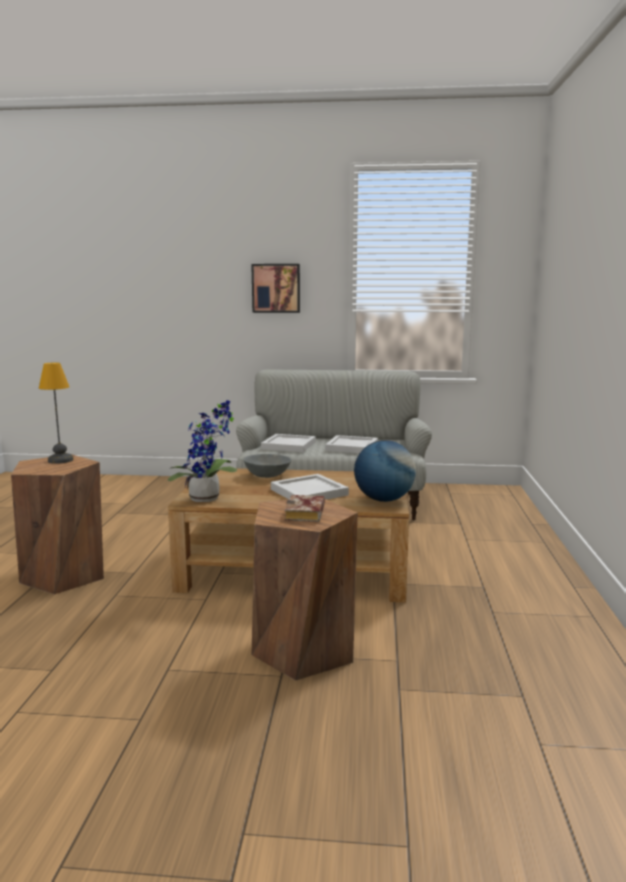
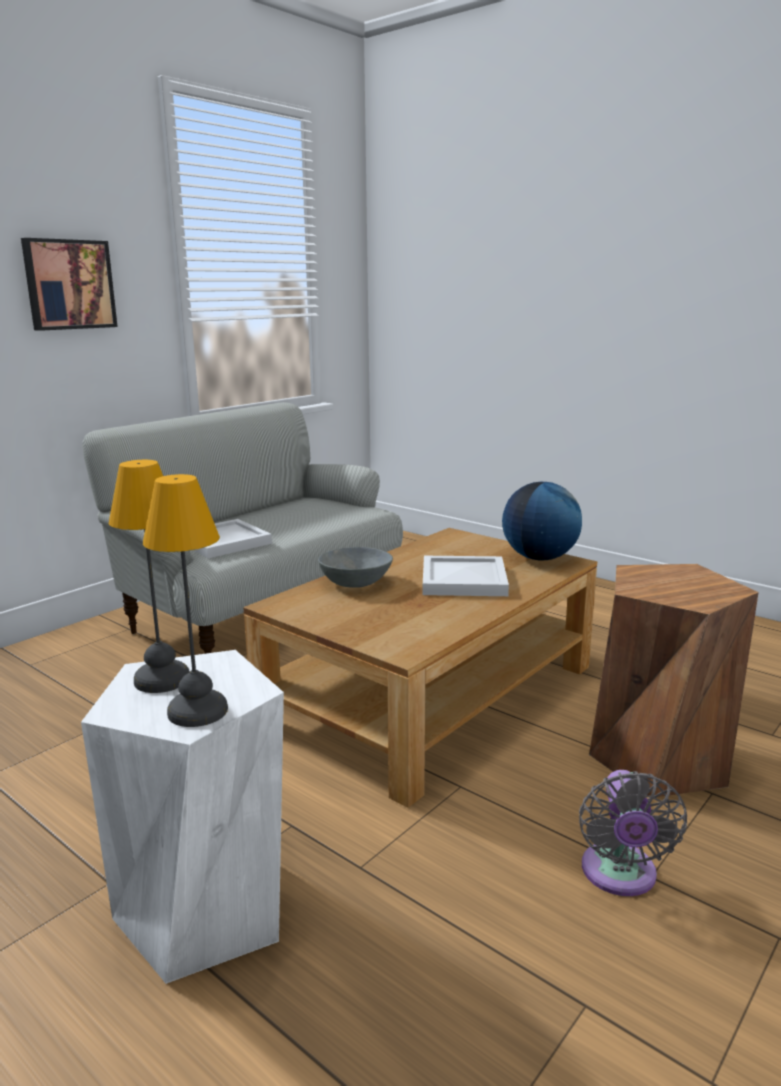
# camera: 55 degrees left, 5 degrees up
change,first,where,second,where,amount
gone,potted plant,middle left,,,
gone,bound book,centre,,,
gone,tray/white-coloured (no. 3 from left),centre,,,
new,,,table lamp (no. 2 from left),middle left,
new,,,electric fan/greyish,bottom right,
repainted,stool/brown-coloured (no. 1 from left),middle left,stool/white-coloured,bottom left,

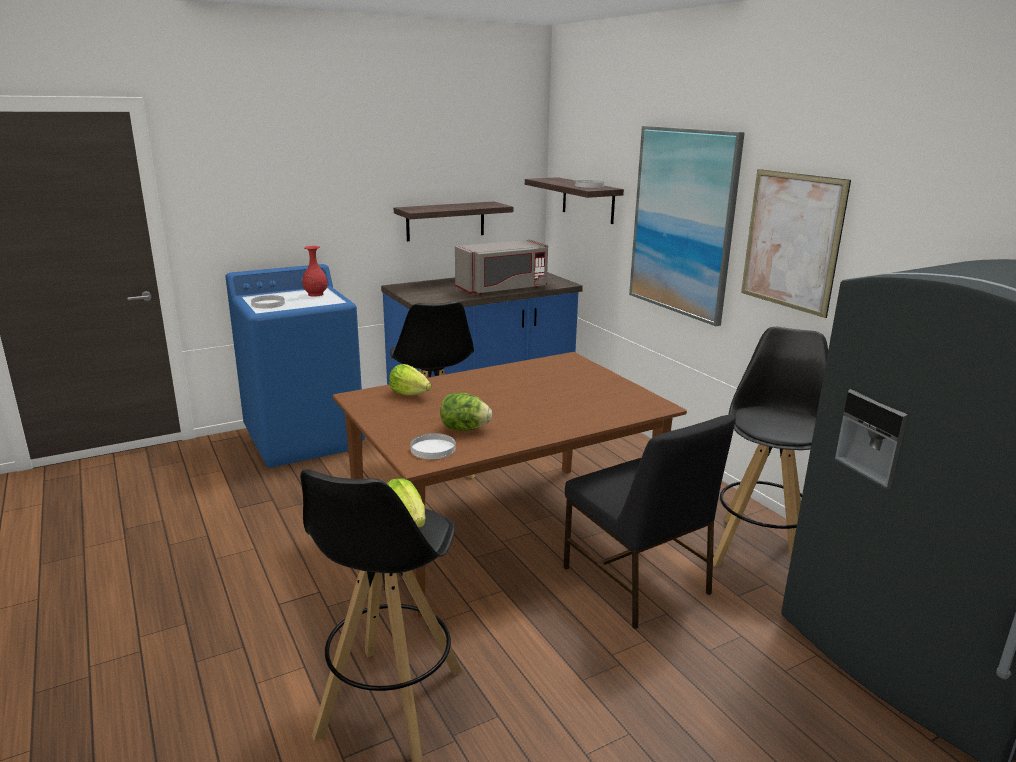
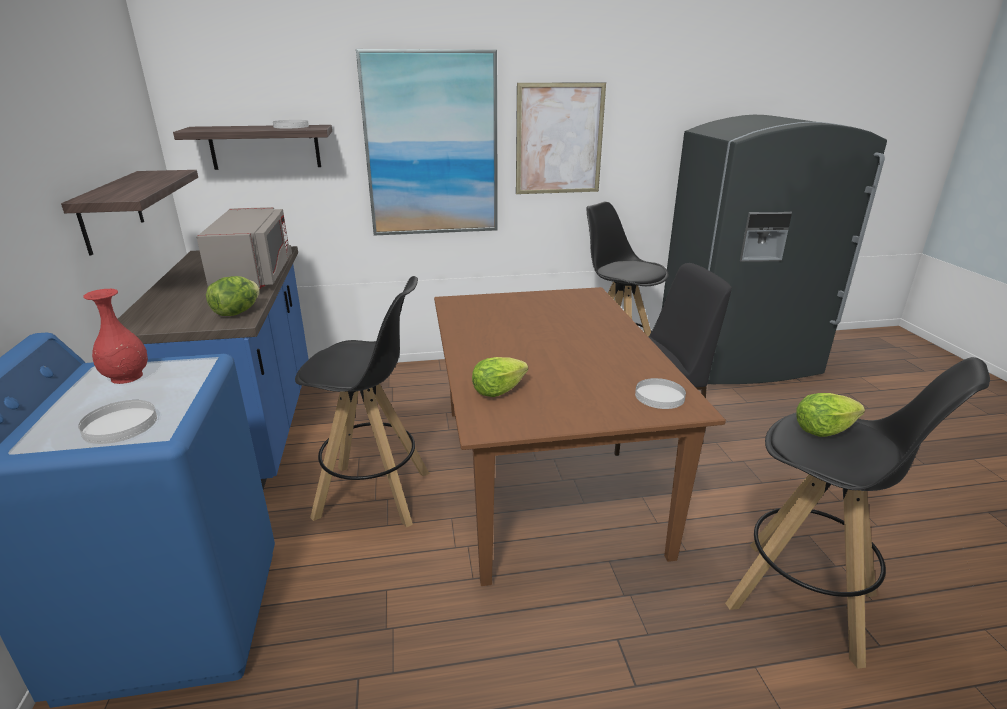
# camera: 70 degrees left, 5 degrees up
change,first,where,second,where,amount
shifted,lettuce head (no. 3 from left in the first image),centre,lettuce head (no. 1 from left),middle left,

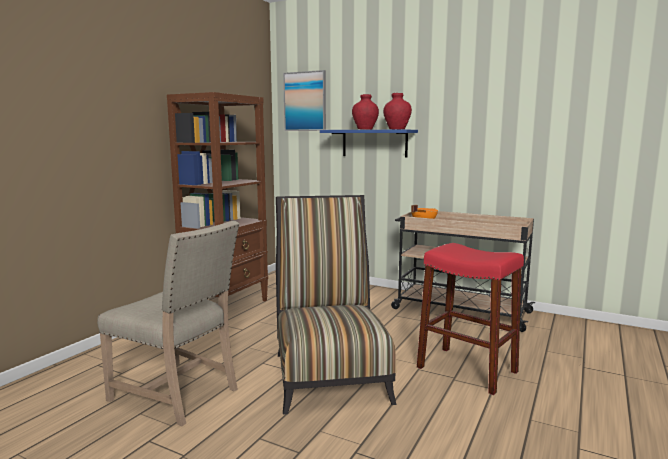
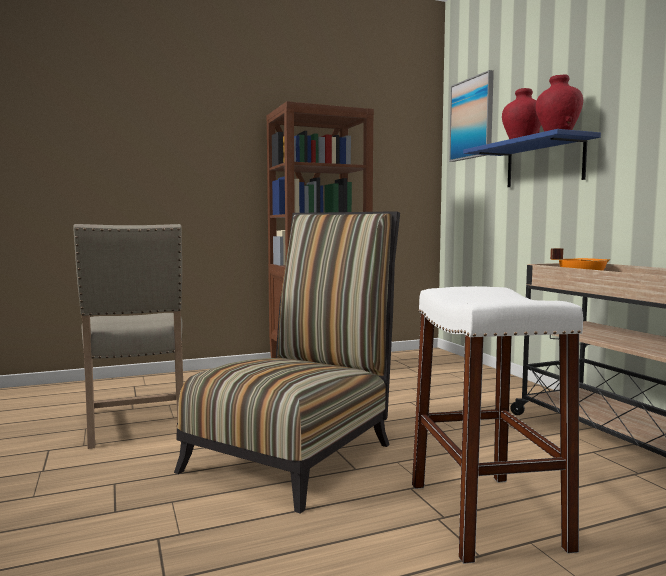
# camera: 40 degrees right, 5 degrees down
change,first,where,second,where,amount
repainted,stool/red,bottom right,stool/white-coloured,bottom right,

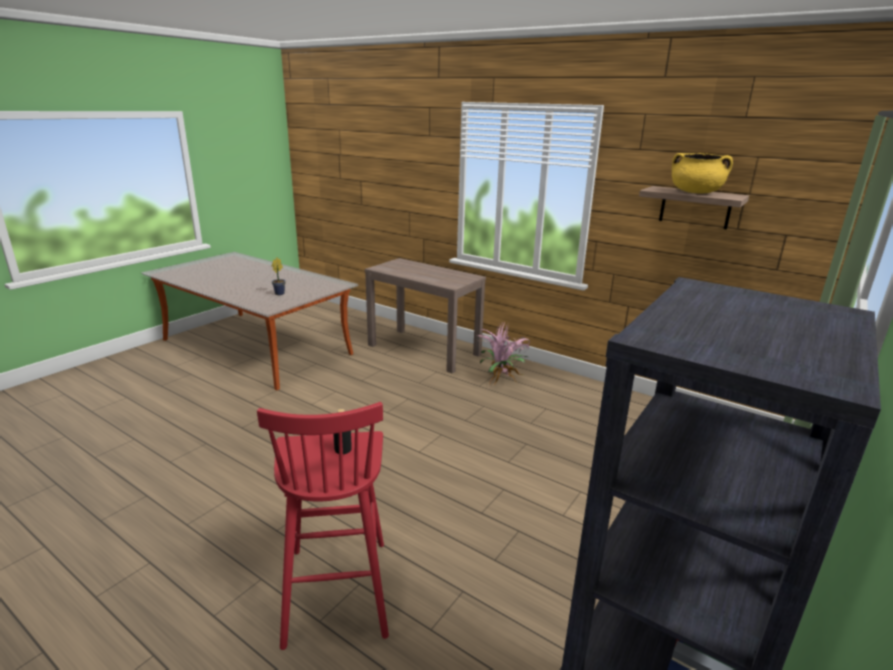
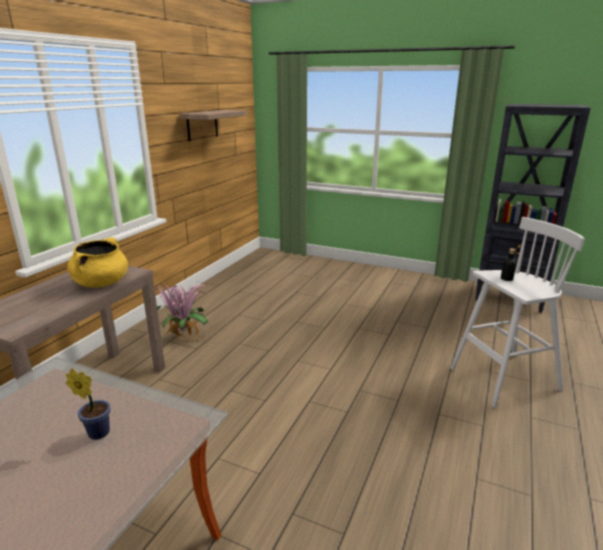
# camera: 100 degrees left, 0 degrees up
change,first,where,second,where,amount
shifted,stockpot/yellow,top right,,middle left,
repainted,stool/red,bottom centre,stool/white-coloured,middle right,

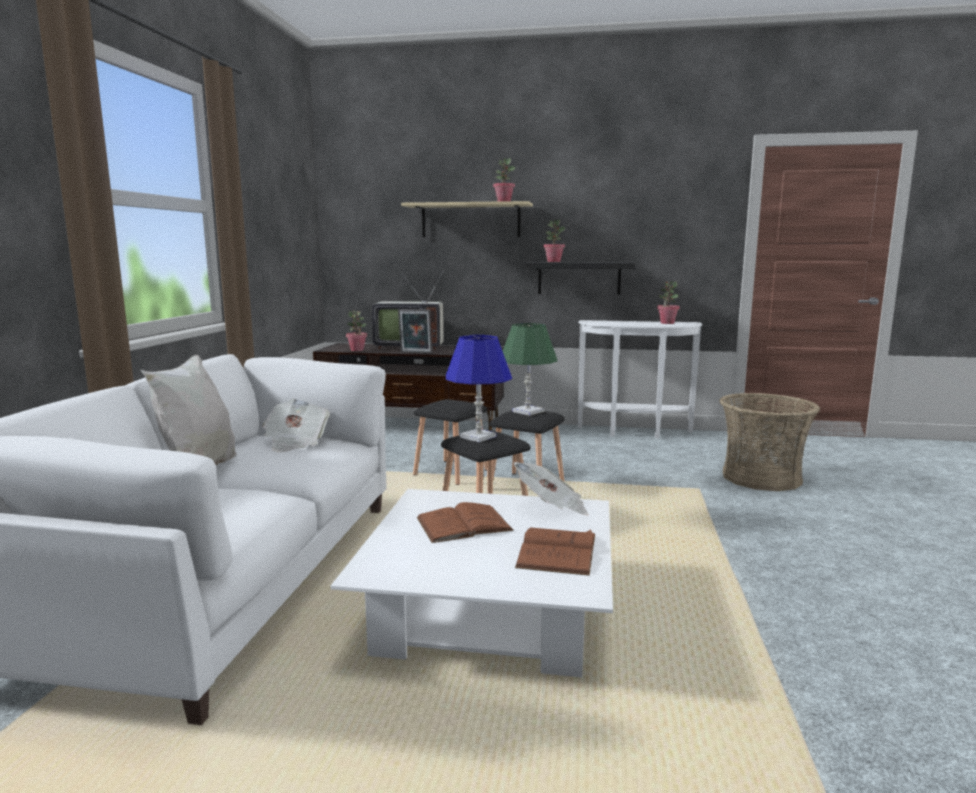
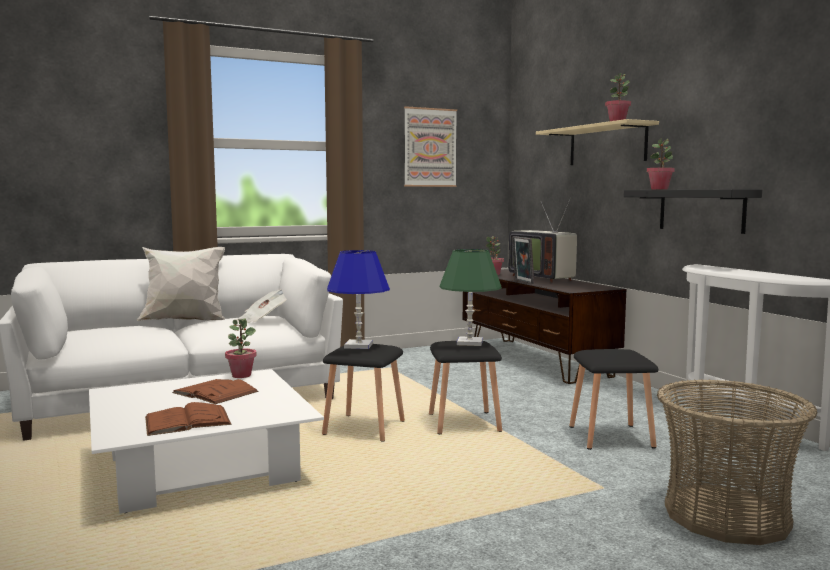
# camera: 55 degrees right, 5 degrees down
change,first,where,second,where,amount
gone,daily paper (no. 2 from left),centre,,,
new,,,picture,top centre,
shifted,stool/black (no. 1 from left in the first image),centre,stool/black (no. 3 from left),bottom right,
shifted,potted plant (no. 4 from left in the first image),middle right,potted plant (no. 1 from left),middle left,

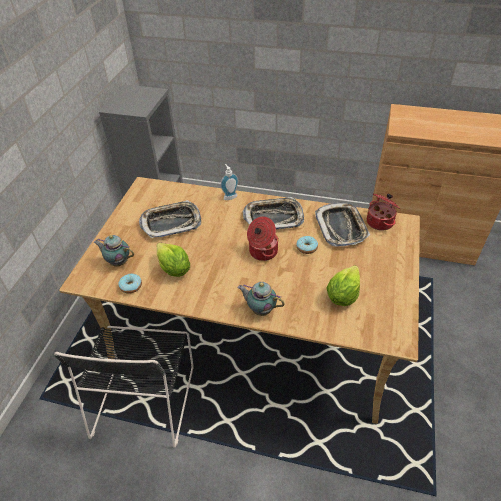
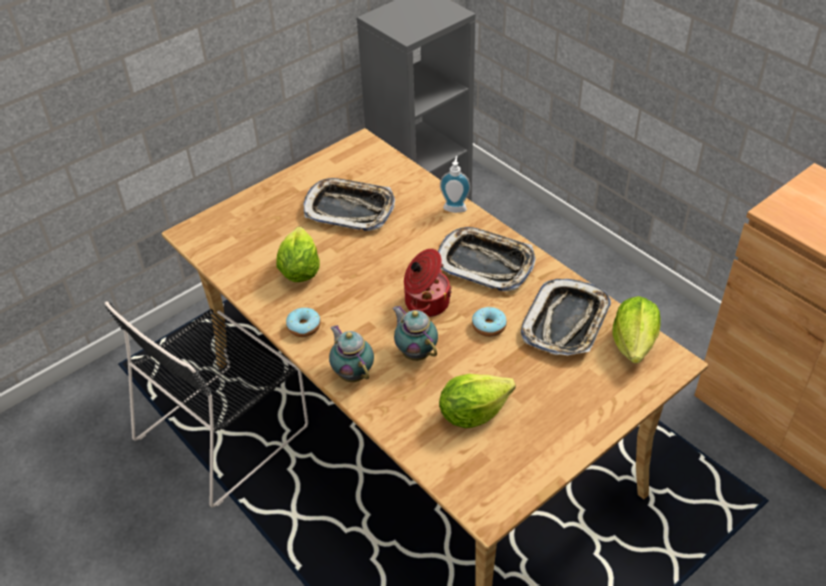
# camera: 35 degrees right, 0 degrees up
change,first,where,second,where,amount
shifted,teapot (no. 1 from left in the first image),middle left,teapot (no. 2 from left),centre,
shifted,ring doughnut (no. 1 from left),middle left,,centre,
swapped,stockpot (no. 2 from left),middle right,lettuce head (no. 3 from left),middle right,

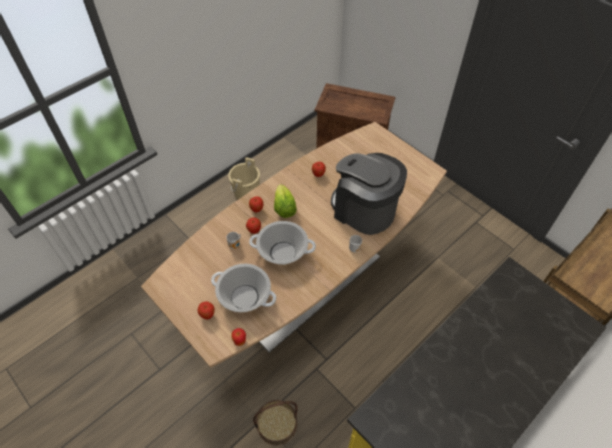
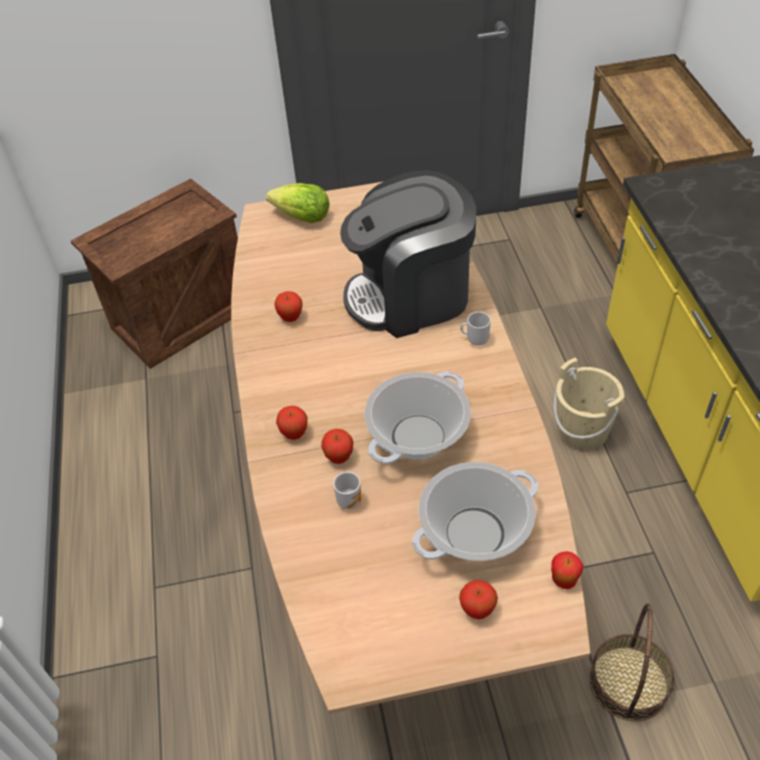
# camera: 55 degrees left, 5 degrees down
change,first,where,second,where,amount
shifted,bucket/beige-coloured,centre,,middle right,
shifted,lettuce head,centre,,top centre,

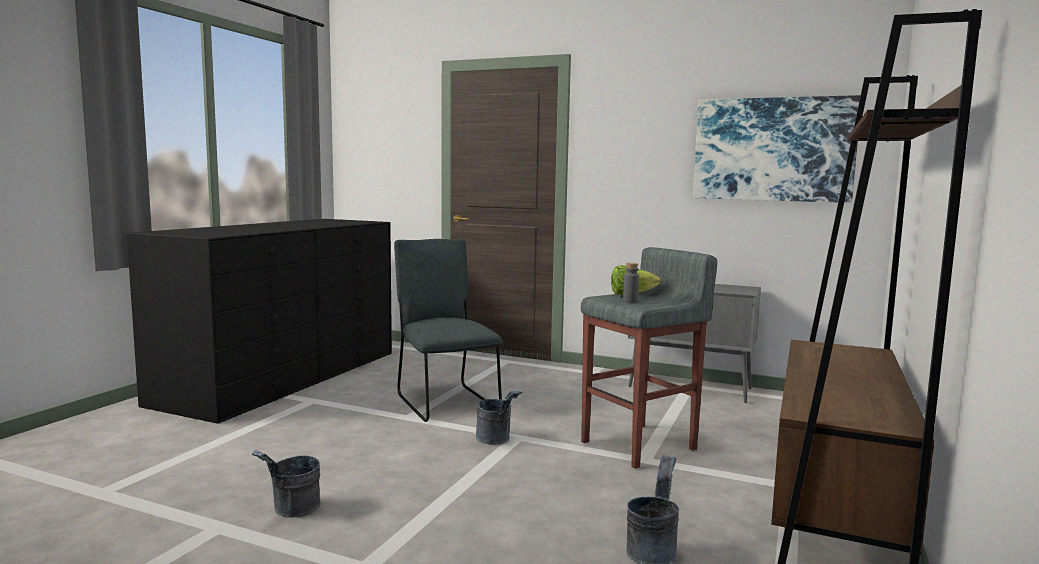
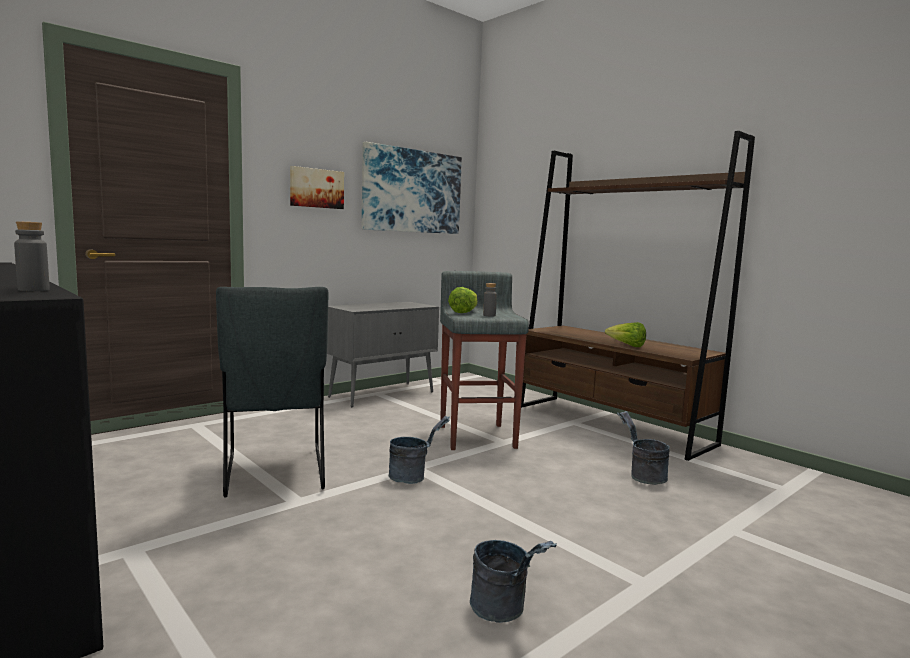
# camera: 65 degrees left, 0 degrees up
change,first,where,second,where,amount
new,,,bottle/greyish (no. 1 from left),middle left,
new,,,picture (no. 1 from left),top centre,
new,,,lettuce head (no. 2 from left),middle right,
rotated,plain chair/greyish,centre,,middle left,105 degrees counterclockwise

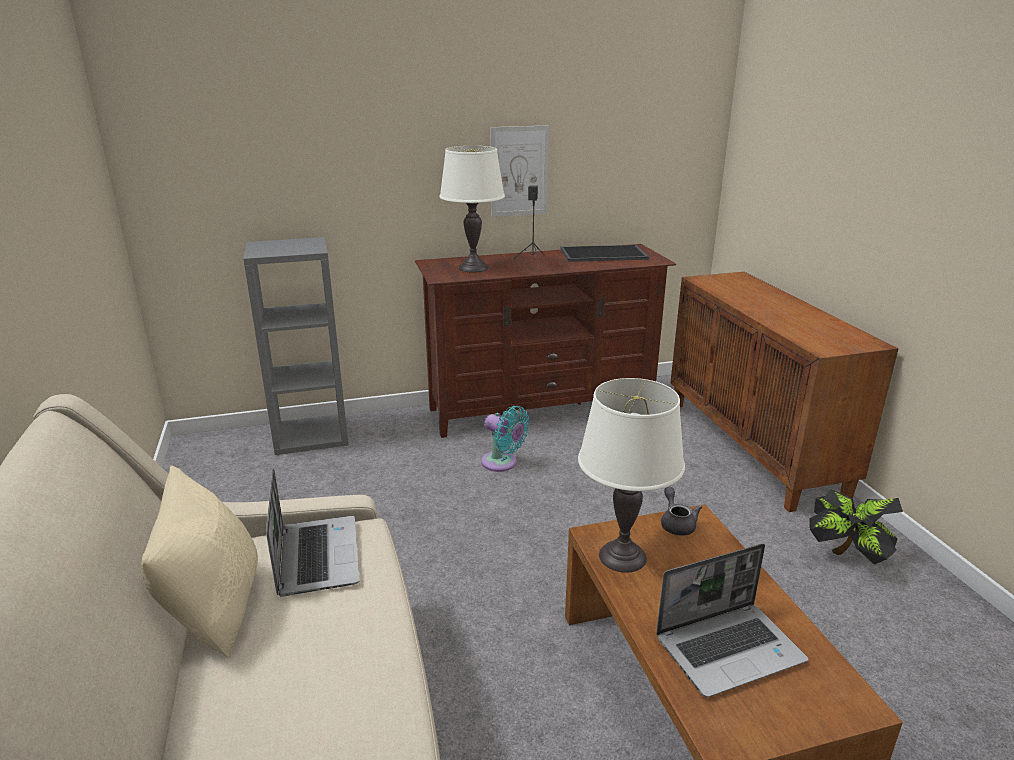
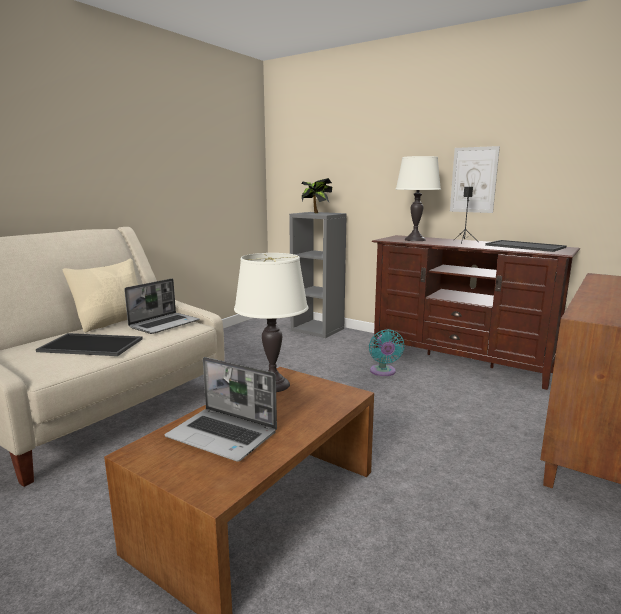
# camera: 50 degrees right, 10 degrees down
change,first,where,second,where,amount
gone,teapot/greyish,bottom right,,,
new,,,tray (no. 1 from left),middle left,
shifted,potted plant,bottom right,,top centre,

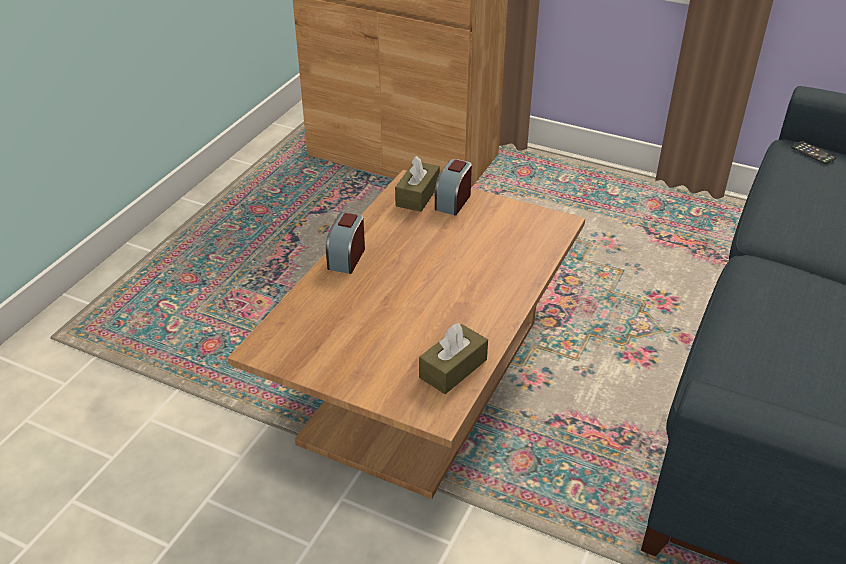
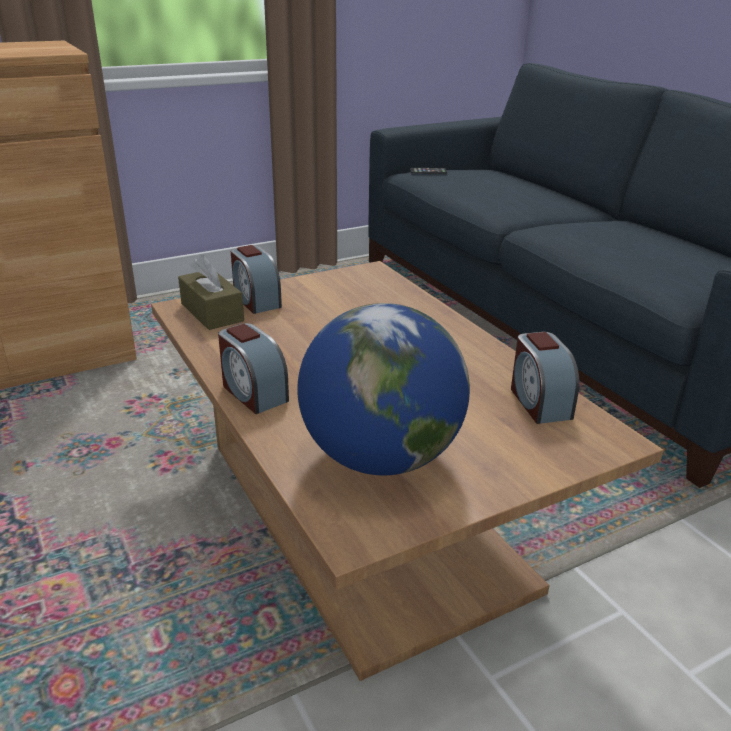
# camera: 55 degrees left, 10 degrees down
change,first,where,second,where,amount
new,,,world globe,centre,
swapped,box of tissues/brown-coloured (no. 2 from left),centre,table clock (no. 3 from left),middle right,

